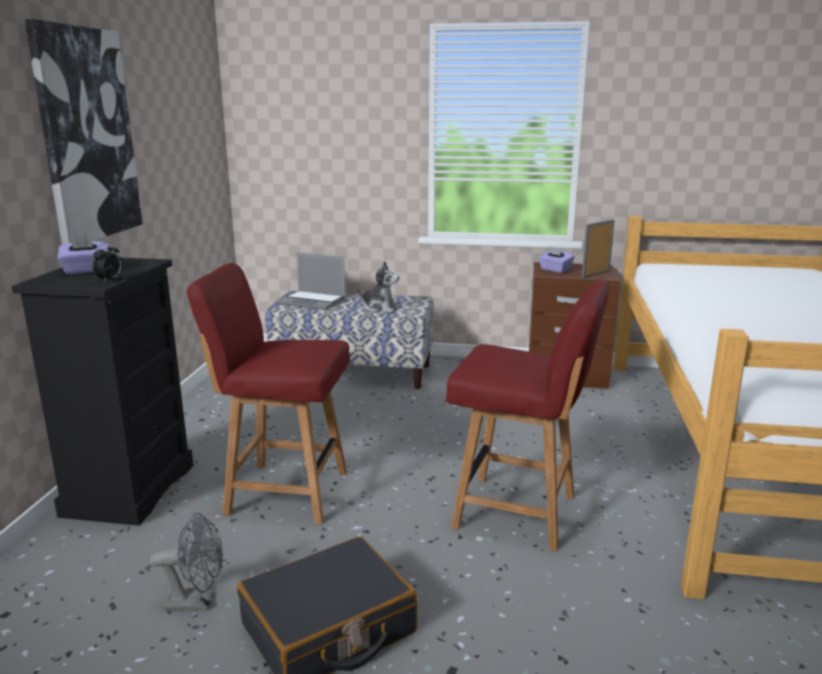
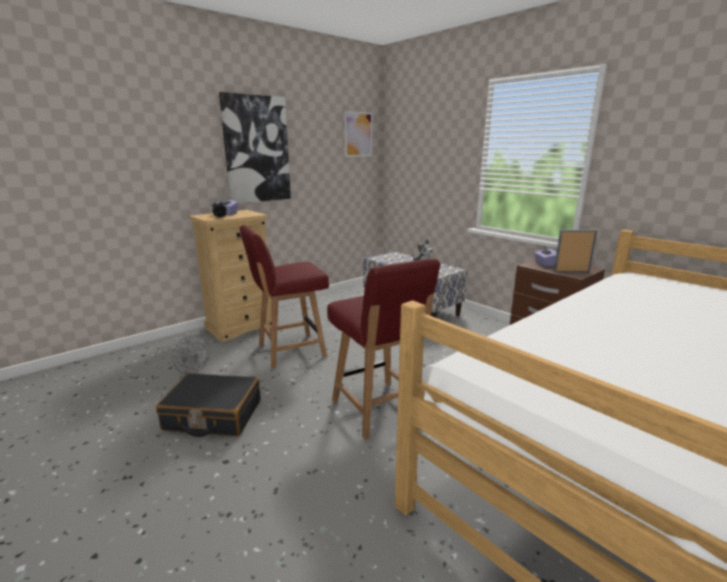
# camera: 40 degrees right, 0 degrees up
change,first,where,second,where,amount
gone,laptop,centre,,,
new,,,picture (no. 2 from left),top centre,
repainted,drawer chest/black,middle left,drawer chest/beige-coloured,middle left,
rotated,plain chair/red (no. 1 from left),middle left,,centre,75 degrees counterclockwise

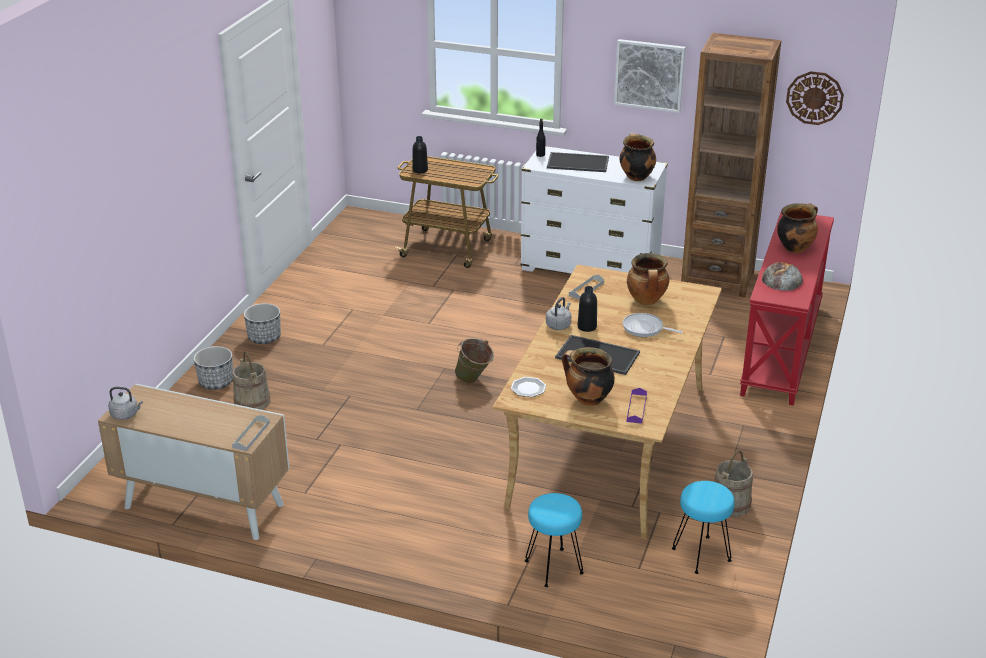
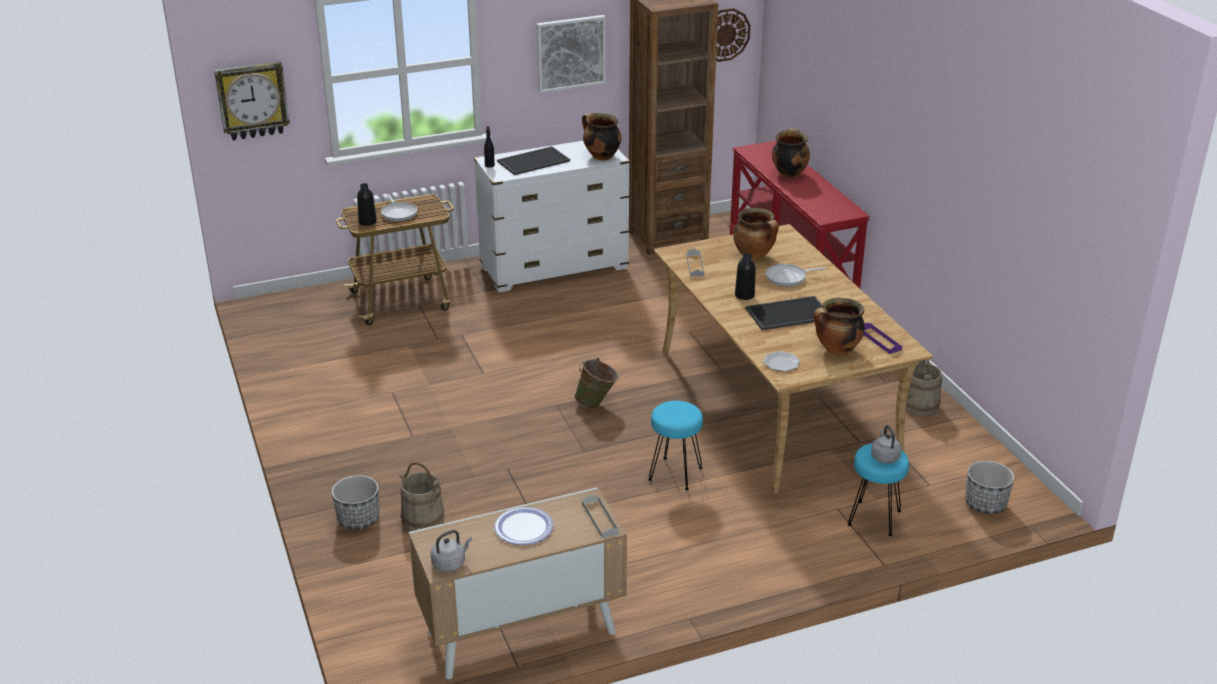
# camera: 40 degrees left, 0 degrees up
change,first,where,second,where,amount
gone,bread,middle right,,,
new,,,hanging clock (no. 1 from left),top left,
new,,,pan (no. 1 from left),top left,
new,,,plate (no. 1 from left),bottom centre,
shifted,plant pot (no. 2 from left),middle left,,bottom right,
shifted,kettle/greyish (no. 2 from left),centre,,middle right,
shifted,stool/turquoise (no. 2 from left in the first image),bottom right,stool/turquoise (no. 1 from left),centre,

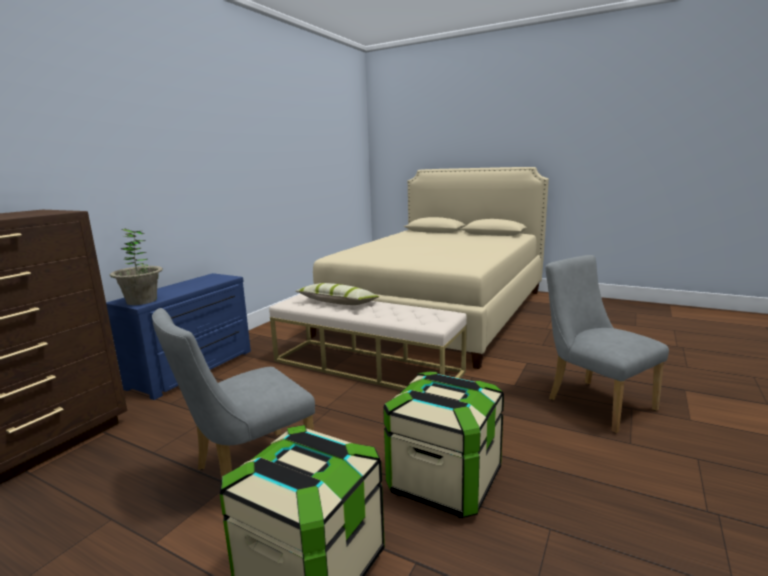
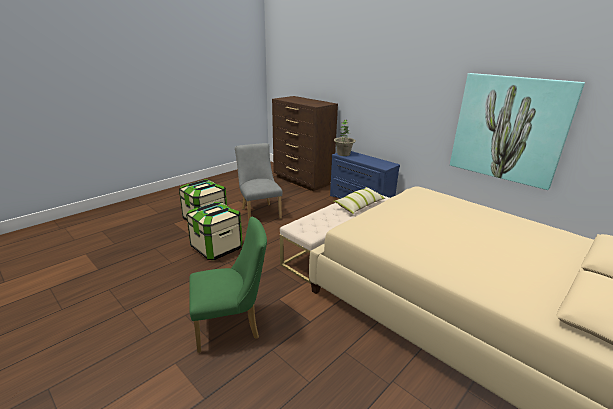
# camera: 105 degrees right, 10 degrees up
change,first,where,second,where,amount
new,,,picture,top right,
repainted,plain chair/greyish (no. 2 from left),middle right,plain chair/greenish,bottom centre,

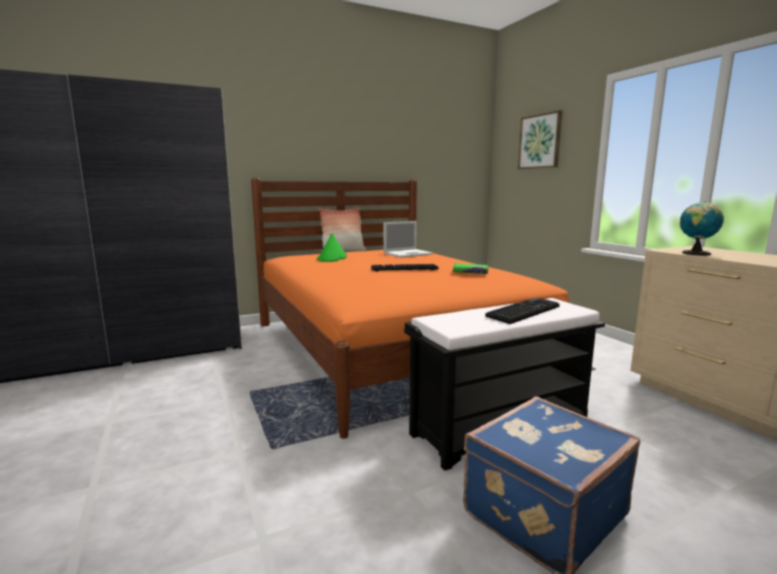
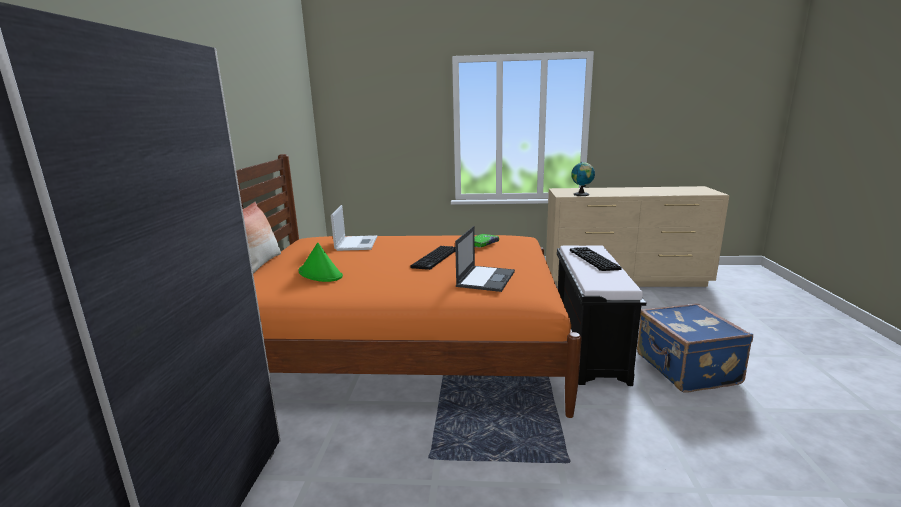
# camera: 60 degrees left, 5 degrees up
change,first,where,second,where,amount
gone,picture,top right,,,
new,,,laptop (no. 2 from left),centre,

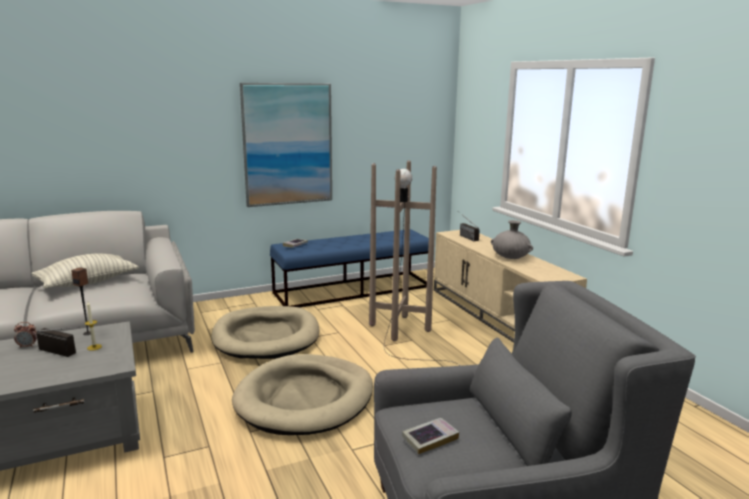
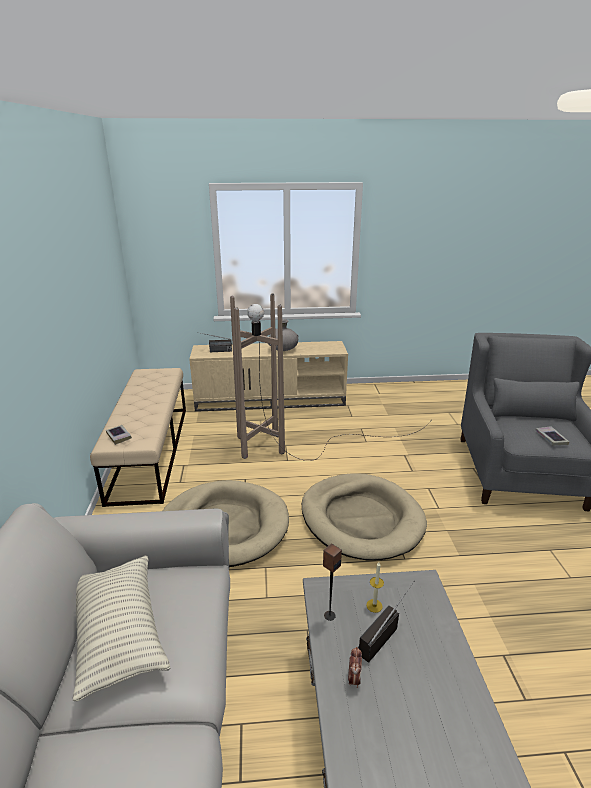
# camera: 70 degrees left, 10 degrees up
change,first,where,second,where,amount
gone,picture,top centre,,,
repainted,bench/blue,centre,bench/beige-coloured,middle left,

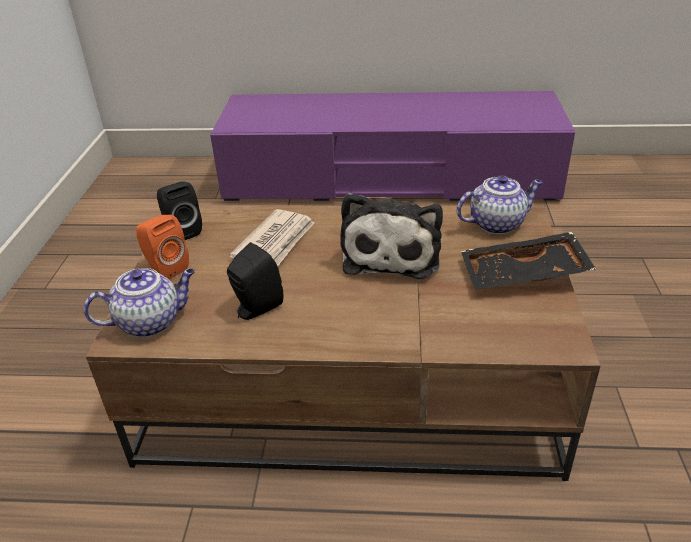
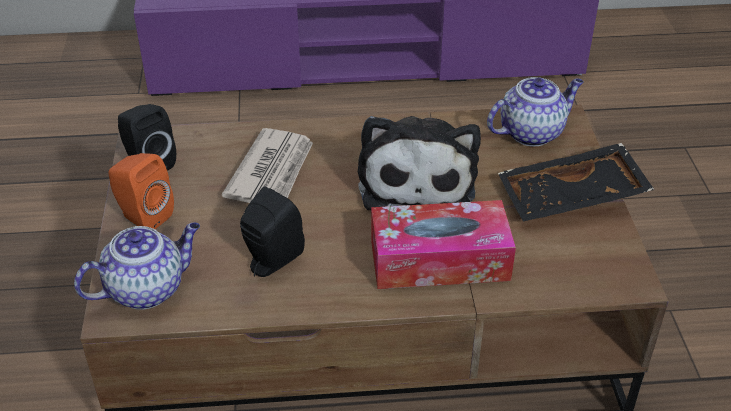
# camera: 10 degrees left, 5 degrees up
change,first,where,second,where,amount
new,,,box of tissues,centre,

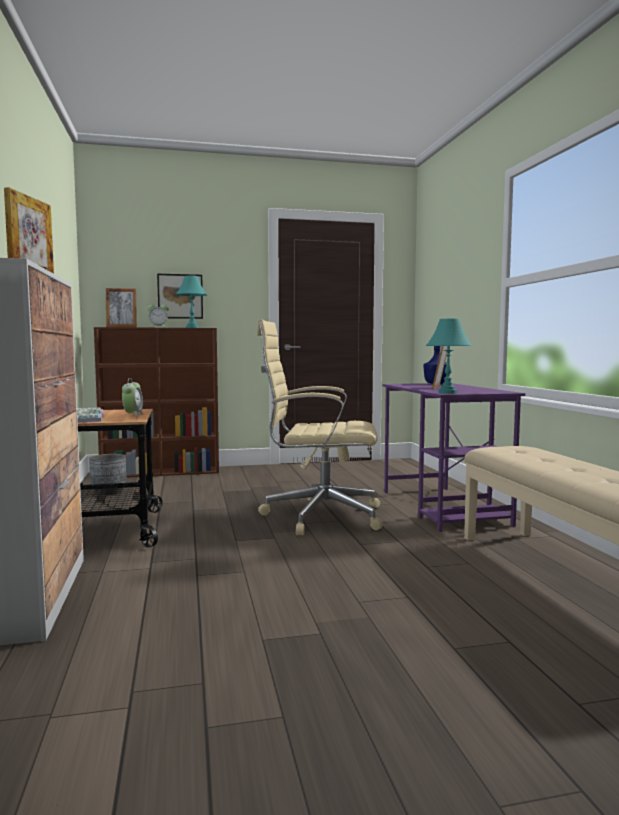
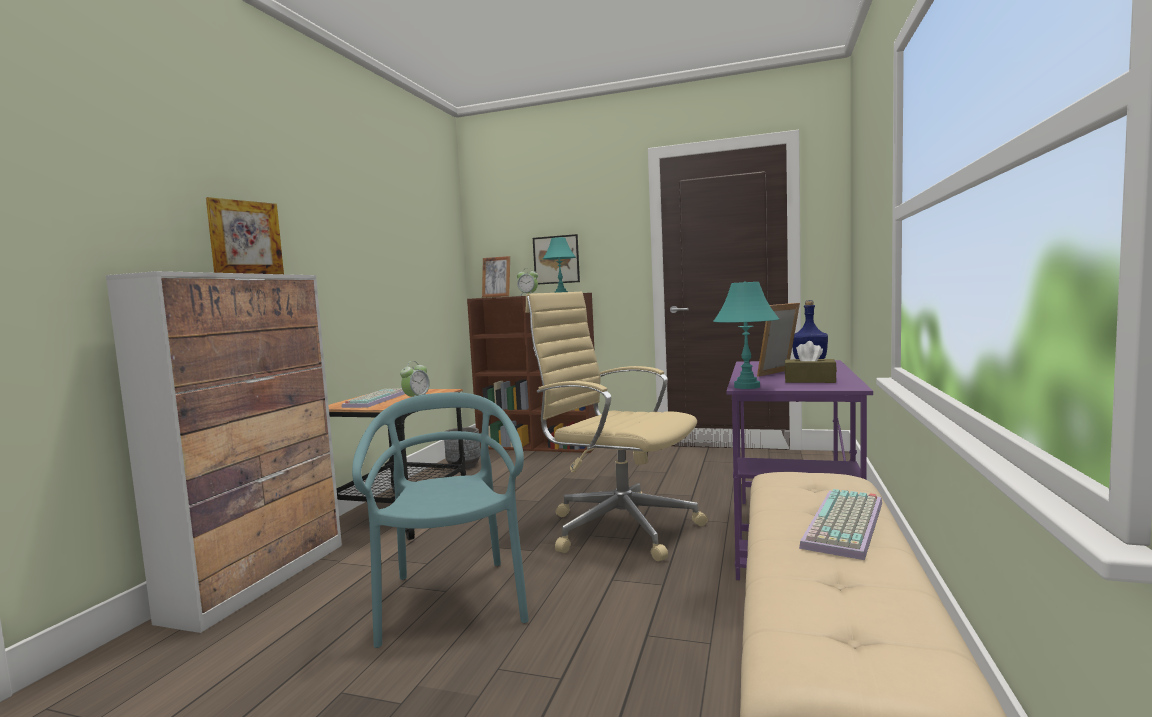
# camera: 30 degrees right, 0 degrees up
change,first,where,second,where,amount
new,,,plain chair/turquoise,bottom centre,
new,,,box of tissues/brown-coloured,middle right,
new,,,keyboard (no. 2 from left),bottom right,

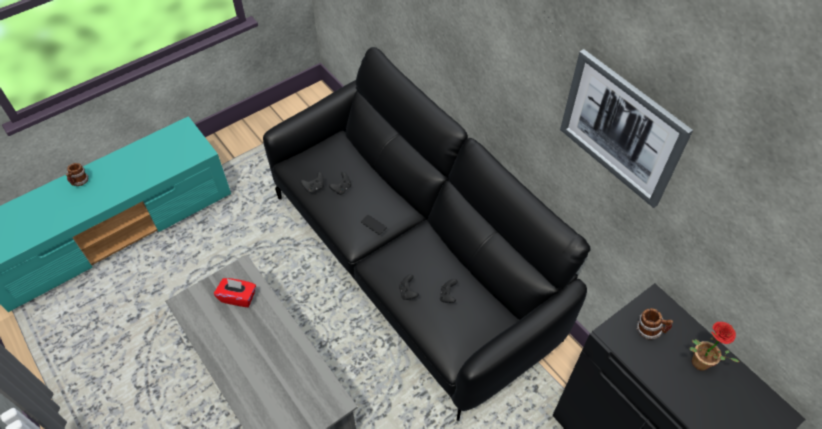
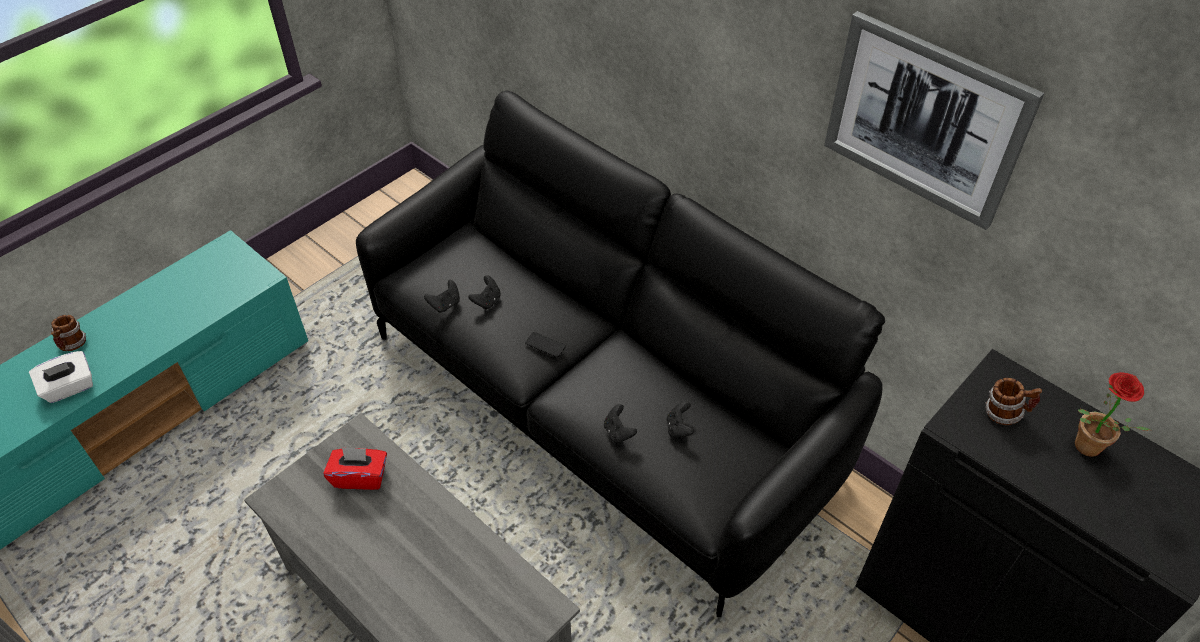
# camera: 10 degrees left, 5 degrees down
change,first,where,second,where,amount
new,,,box of tissues/white-coloured,middle left,

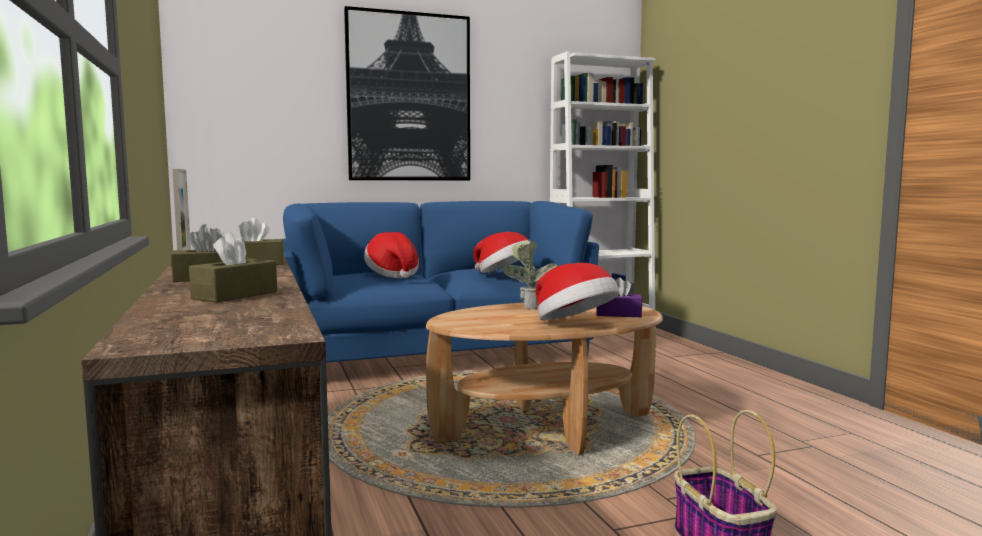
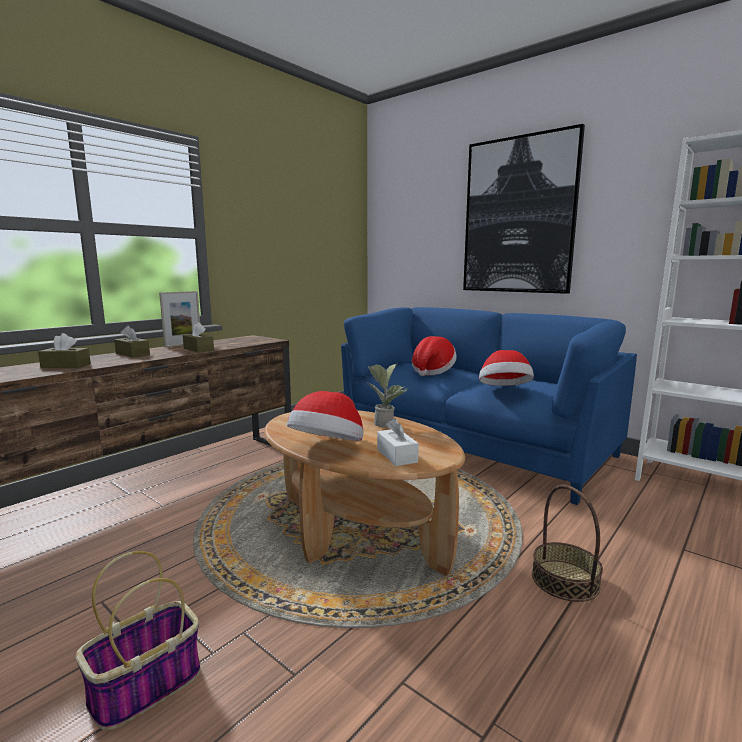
# camera: 60 degrees right, 5 degrees up
change,first,where,second,where,amount
new,,,basket (no. 2 from left),bottom right,
repainted,box of tissues/purple,centre,box of tissues/white-coloured,centre,

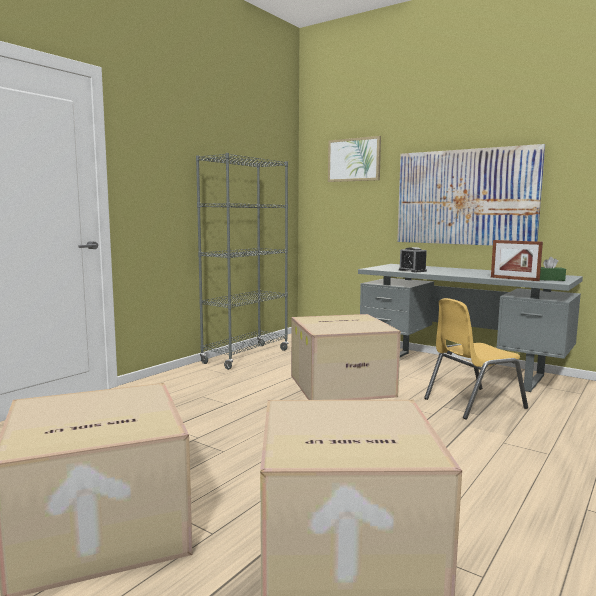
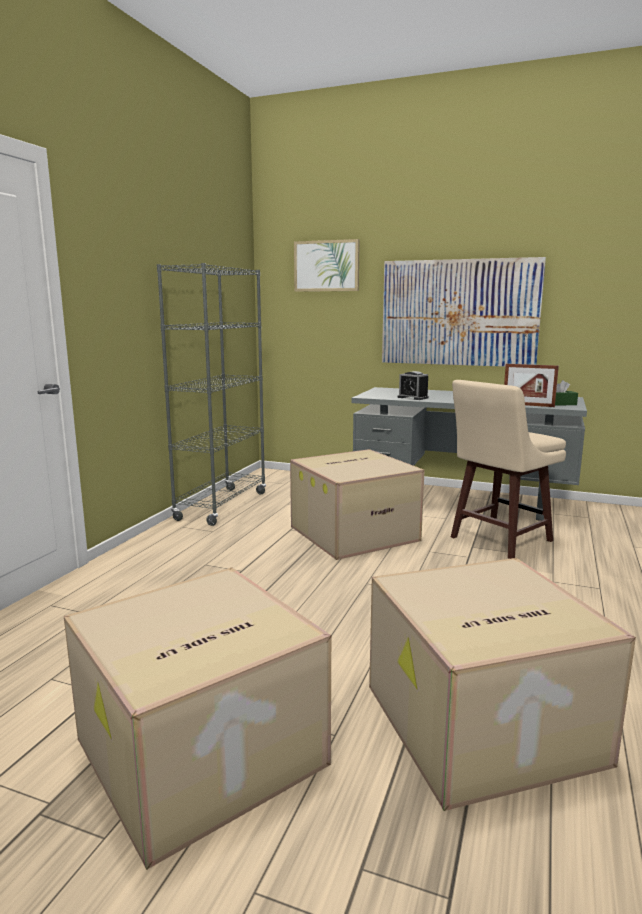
# camera: 15 degrees left, 5 degrees up
change,first,where,second,where,amount
swapped,plain chair/yellow,middle right,stool/beige-coloured,middle right,

